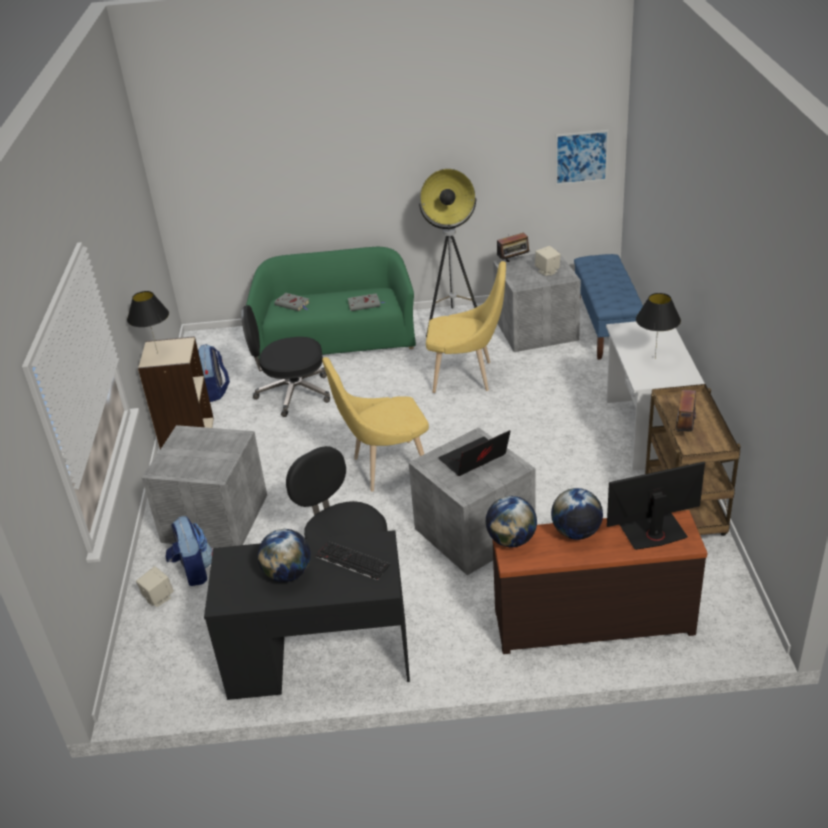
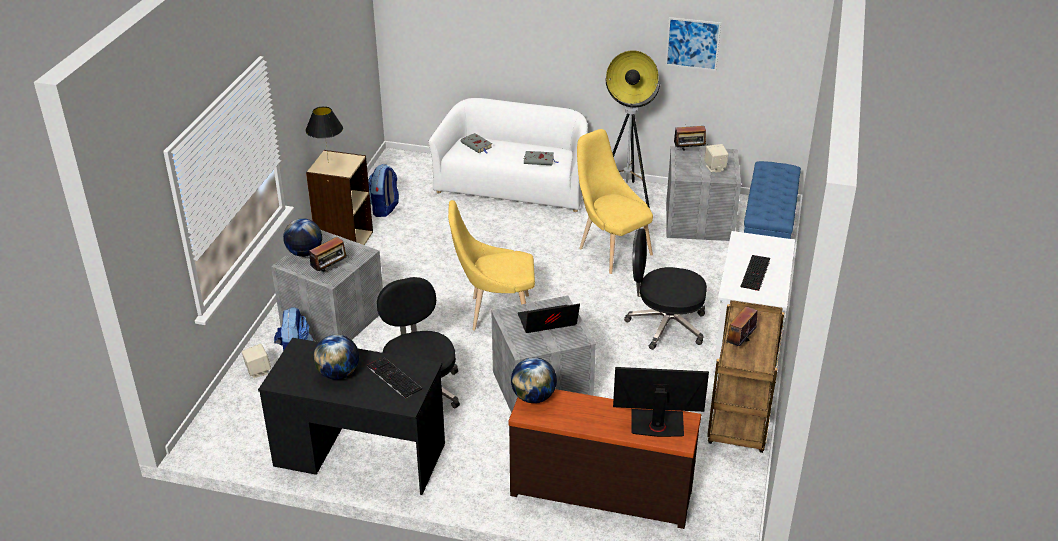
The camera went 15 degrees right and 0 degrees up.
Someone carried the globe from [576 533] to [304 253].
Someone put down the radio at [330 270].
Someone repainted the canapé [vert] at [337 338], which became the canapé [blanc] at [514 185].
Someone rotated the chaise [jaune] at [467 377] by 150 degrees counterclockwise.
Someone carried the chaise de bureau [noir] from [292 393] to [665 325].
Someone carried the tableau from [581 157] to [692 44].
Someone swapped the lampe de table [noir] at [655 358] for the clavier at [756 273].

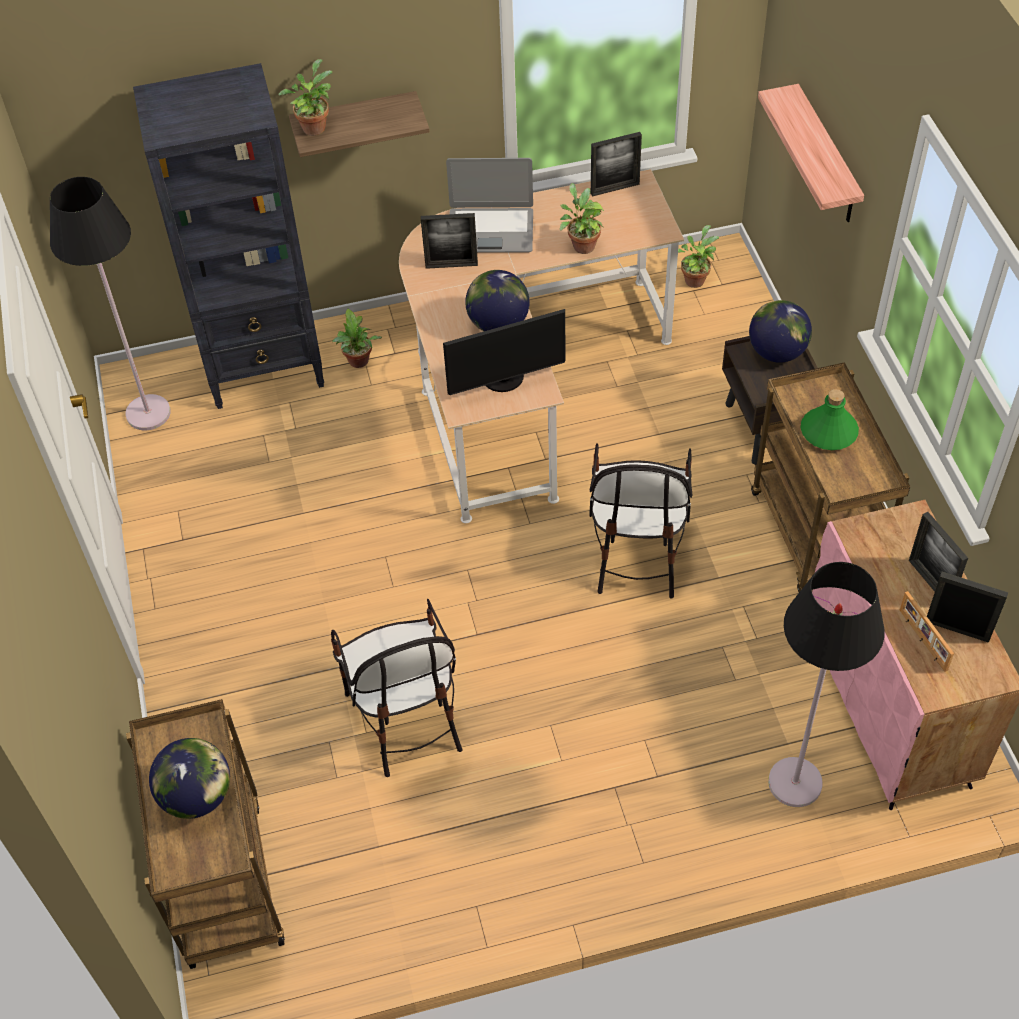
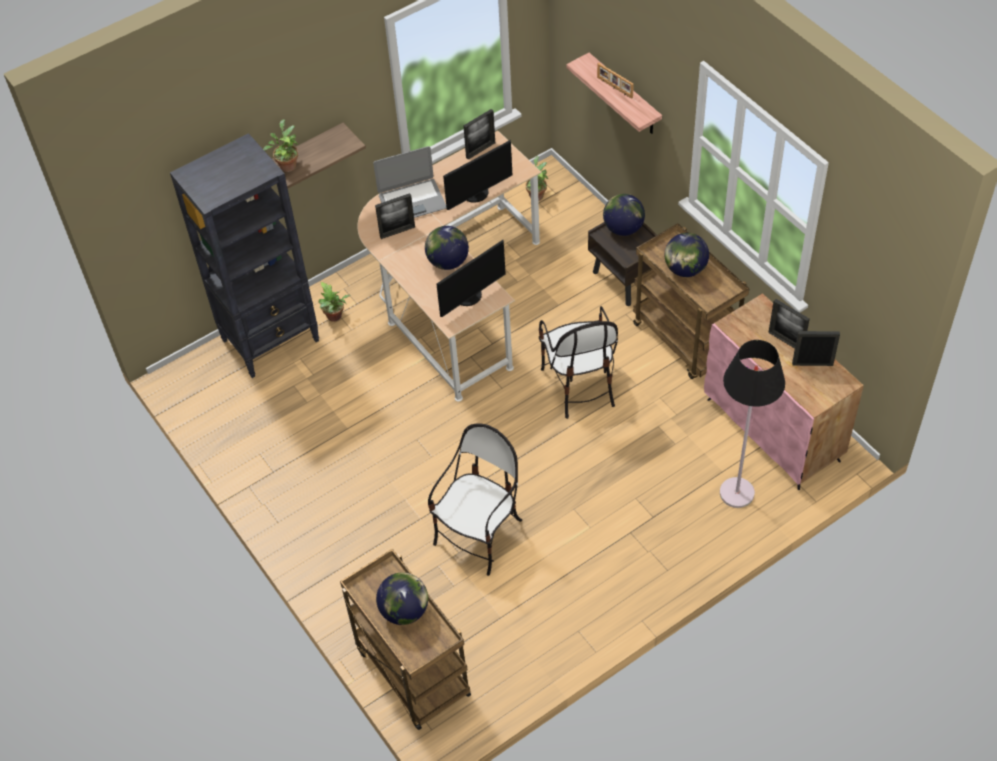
The camera went 20 degrees left and 0 degrees up.
Someone rotated the chaise at [405 718] by 105 degrees counterclockwise.
Someone swapped the plante en pot at [581 245] for the écran d'ordinateur at [477 194].
Someone carried the cadre photo from [922 640] to [614 88].
Someone swapped the bouteille [vert] at [828 431] for the globe at [685 269].
Someone took away the lampadaire [noir] at [148 413].

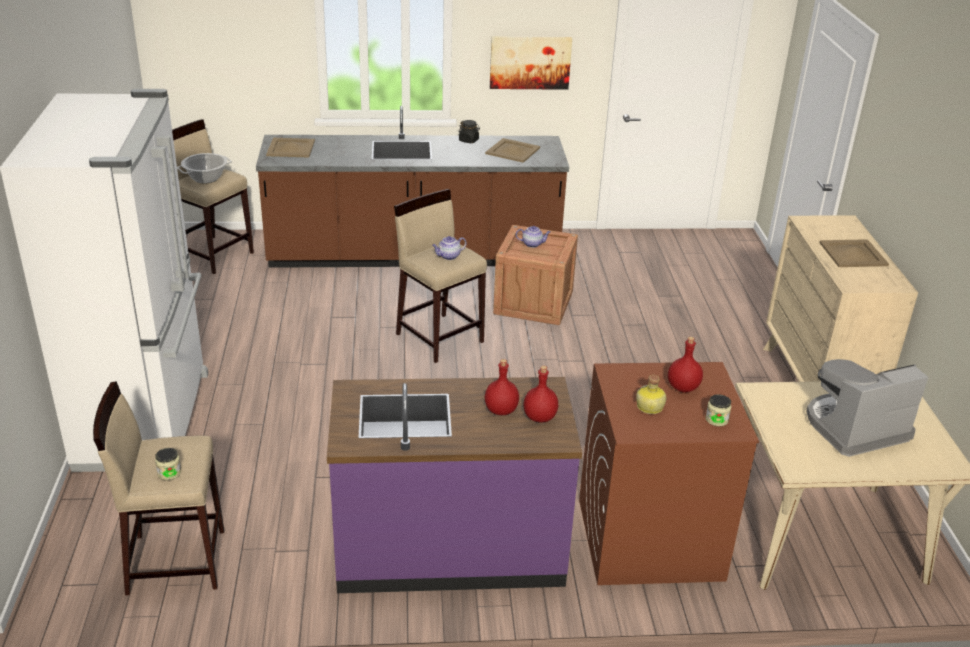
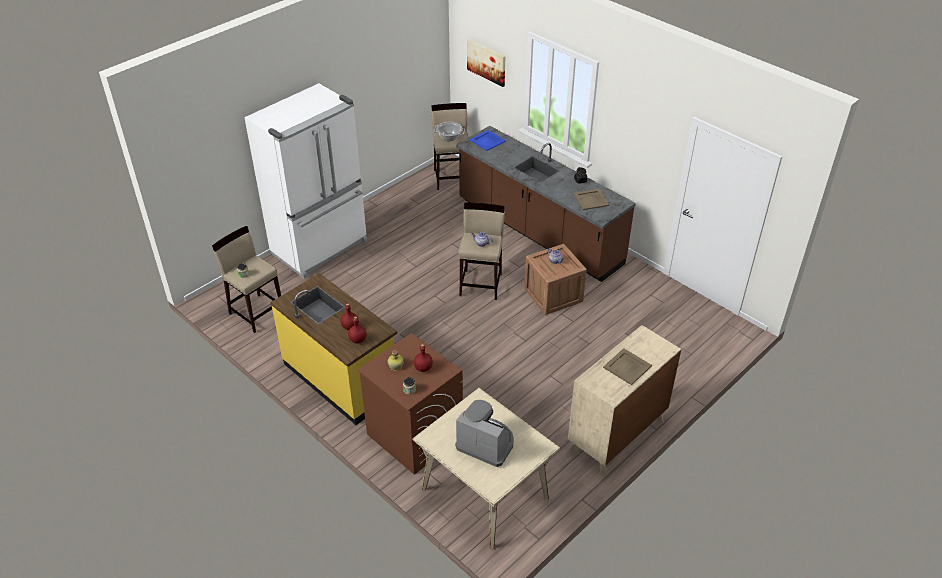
The camera went 50 degrees right and 10 degrees up.
Someone repainted the comptoir de cuisine [violet] at [449 548], which became the comptoir de cuisine [jaune] at [341 378].
Someone carried the tableau from [530 62] to [486 62].
Someone repainted the plateau [beige] at [290 148], which became the plateau [bleu] at [487 140].

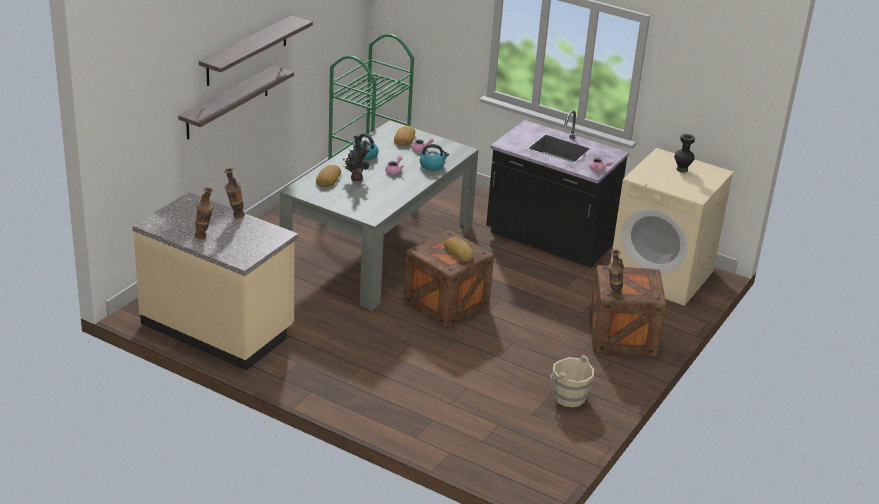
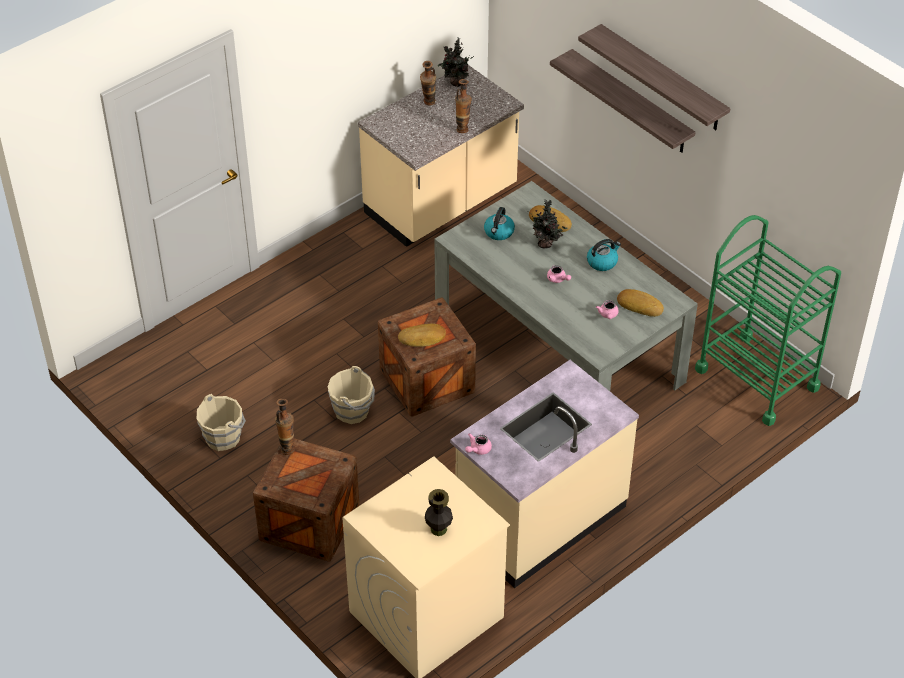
The camera went 110 degrees right and 15 degrees up.
Someone put down the seau [beige] at [353 411].
Someone put down the plante en pot at [455 83].
Someone repainted the comptoir de cuisine [noir] at [548 241], which became the comptoir de cuisine [beige] at [539 518].
Someone carried the bouilloire from [432 166] to [499 232].

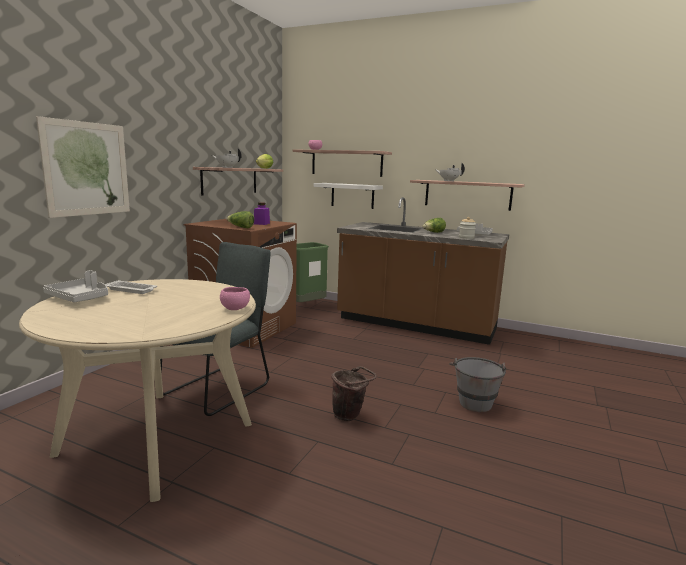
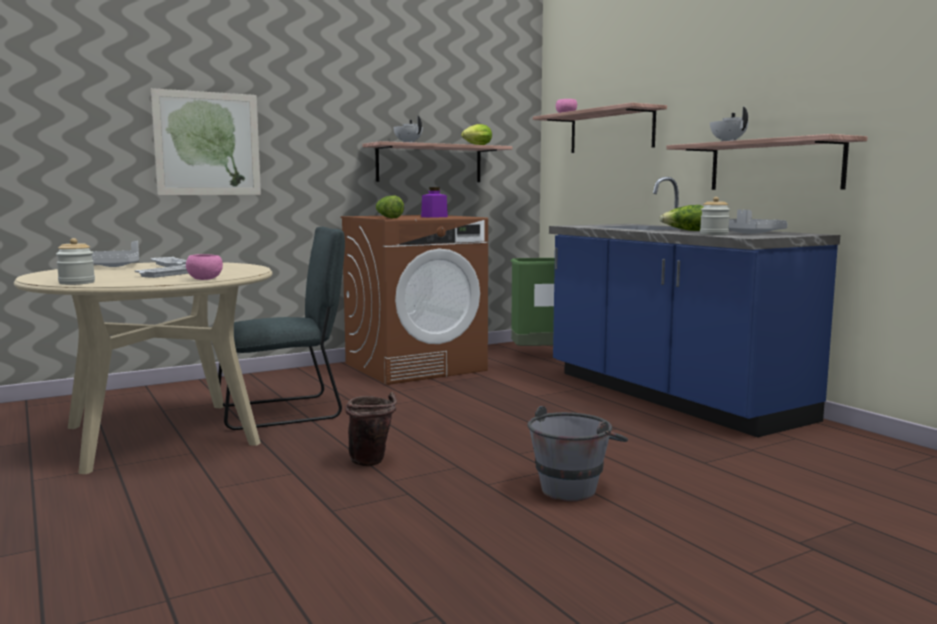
The camera went 35 degrees right and 5 degrees down.
Someone put down the bocal at [77 283].
Someone put down the plateau [blanc] at [167 274].
Someone repainted the comptoir de cuisine [marron] at [415 324], which became the comptoir de cuisine [bleu] at [670 396].
Someone took away the étagère [blanc] at [352 195].

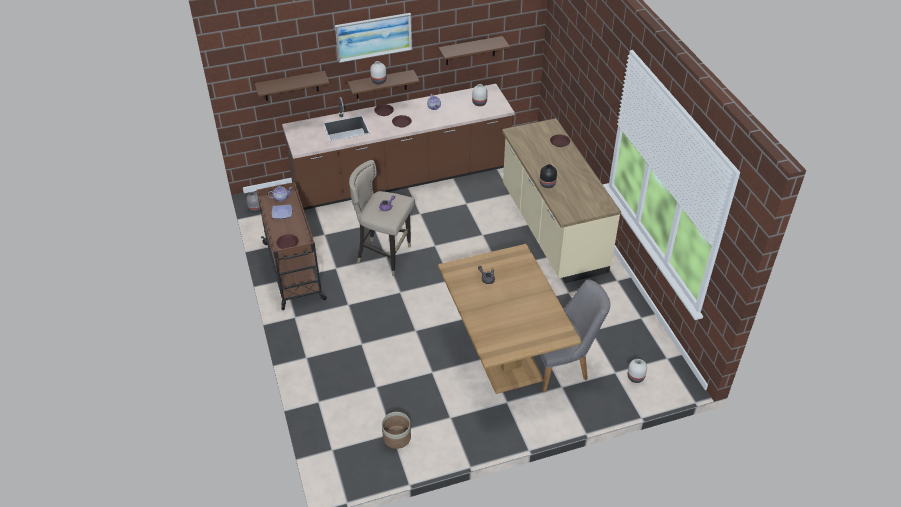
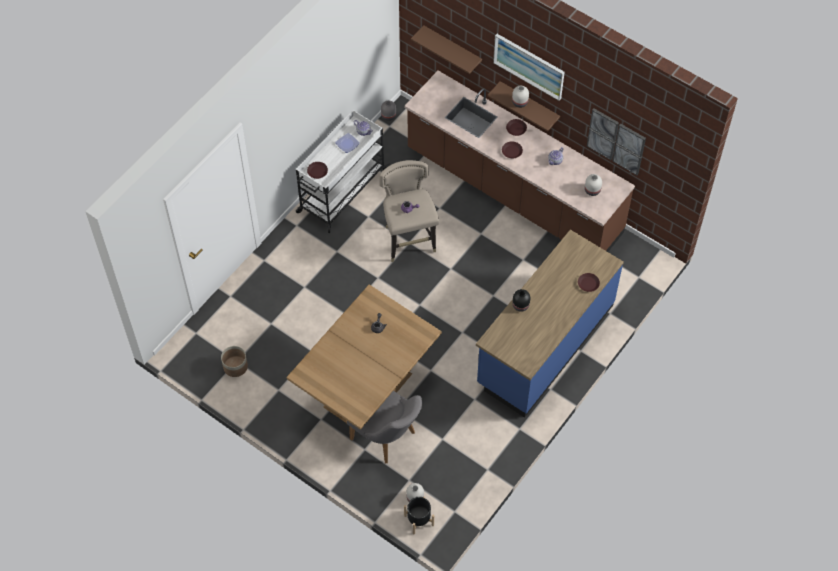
The camera went 55 degrees right and 15 degrees up.
Someone repainted the chariot [marron] at [294 272], which became the chariot [blanc] at [341 192].
Someone put down the cache-pot [noir] at [419 520].
Someone repainted the comptoir de cuisine [beige] at [552 229], which became the comptoir de cuisine [bleu] at [544 344].
Someone swapped the étagère [marron] at [470 50] for the tableau at [616 141].

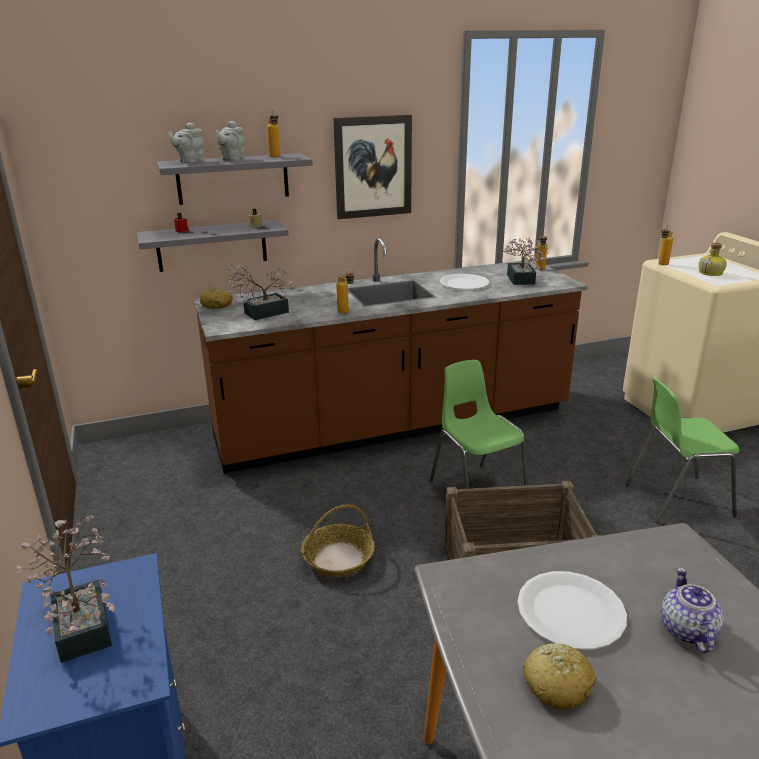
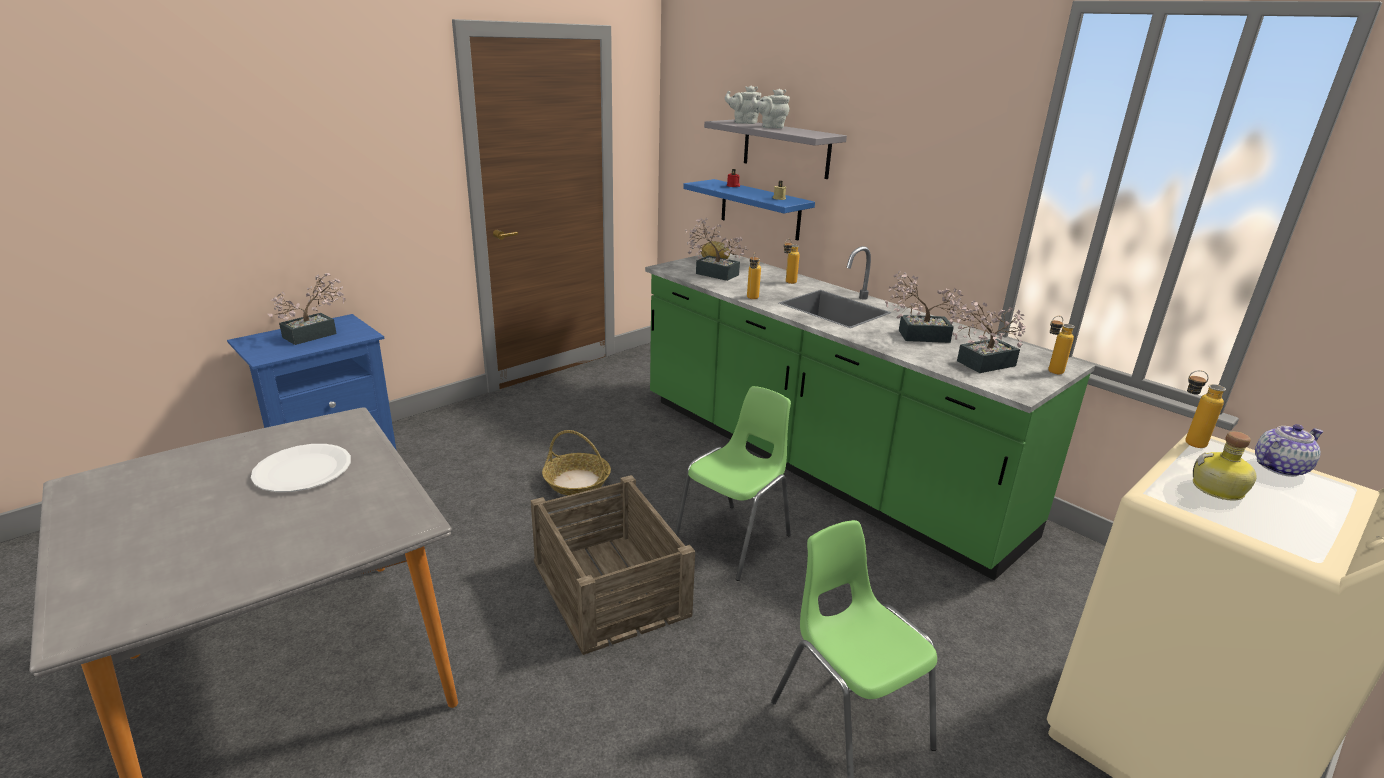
The camera went 65 degrees right and 0 degrees up.
Someone repainted the comptoir de cuisine [marron] at [393 425], which became the comptoir de cuisine [vert] at [818 464].
Someone repainted the étagère [gris] at [212 246], which became the étagère [bleu] at [760 209].
Someone carried the bouteille from [275 157] to [788 283].
Someone swapped the assiette [blanc] at [464 283] for the plante en pot at [917 335].
Someone carried the théière from [687 631] to [1278 467].
Someone took away the tableau at [373 167].
Someone took away the pain at [557 685].

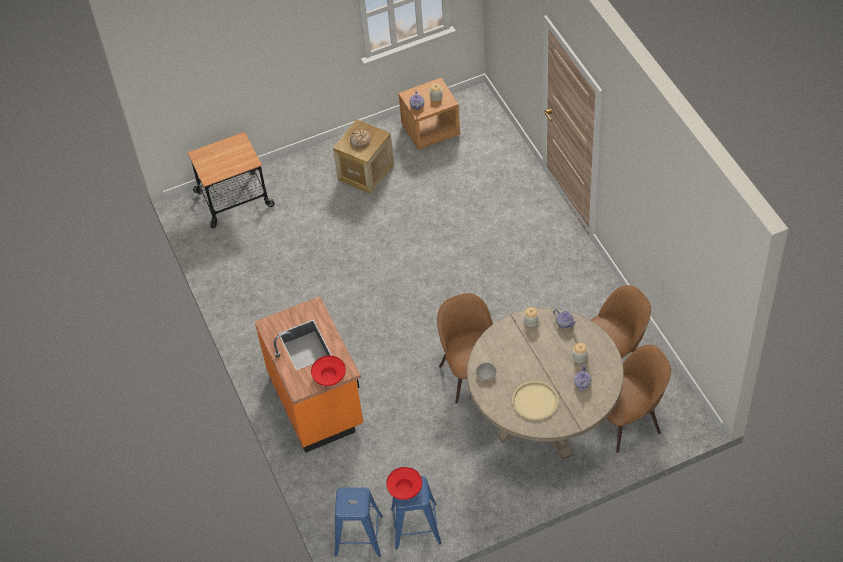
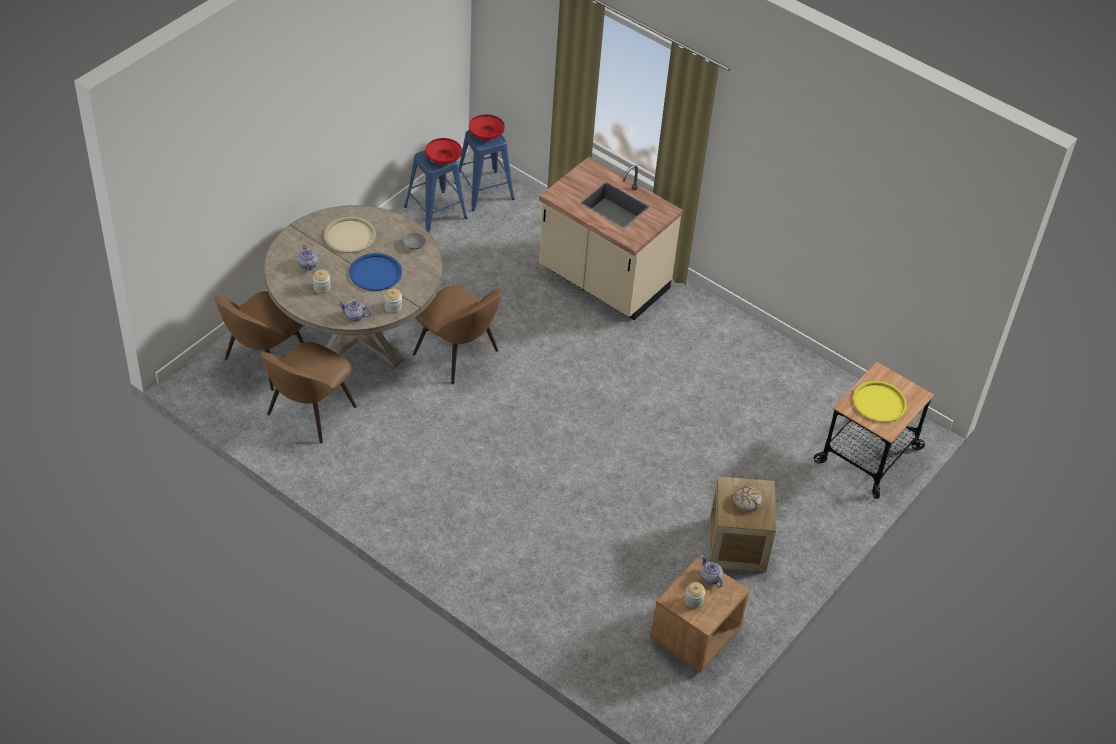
The camera went 145 degrees right and 5 degrees down.
Someone put down the plateau [bleu] at [375 273].
Someone carried the bol [rouge] from [329 376] to [486 134].
Someone repainted the comptoir de cuisine [orange] at [317 401], which became the comptoir de cuisine [beige] at [603 281].
Someone put down the plateau [jaune] at [879 402].

